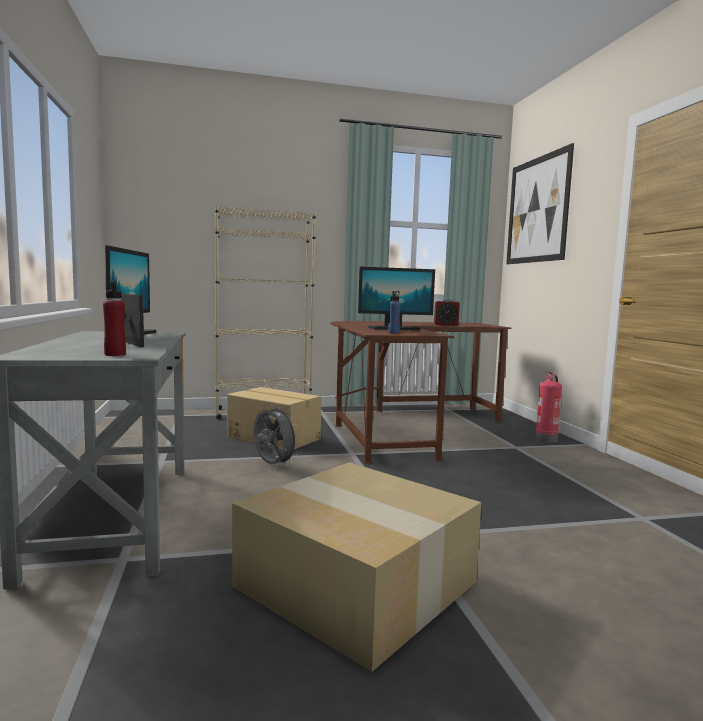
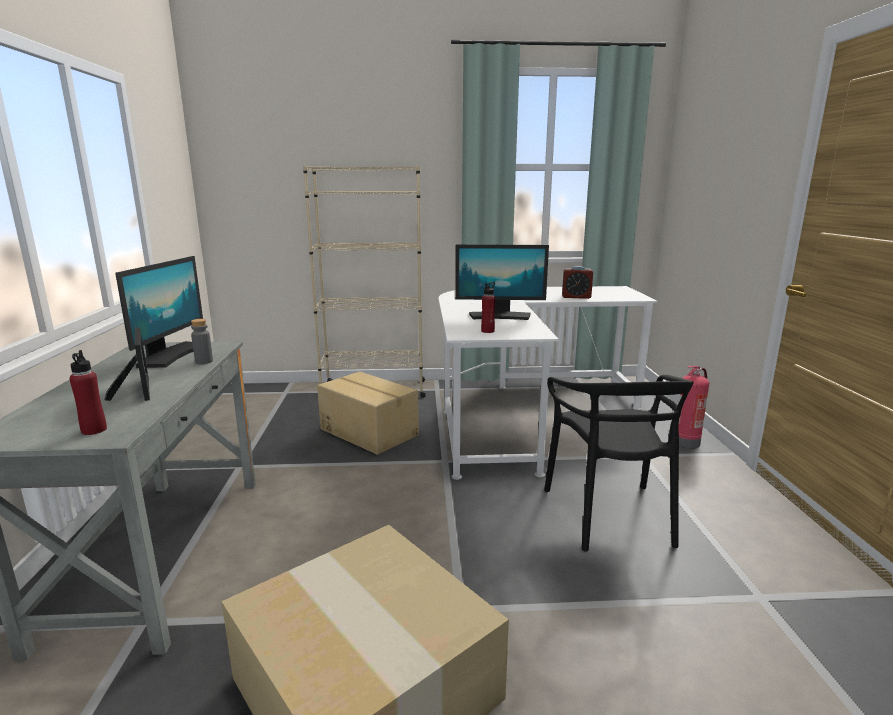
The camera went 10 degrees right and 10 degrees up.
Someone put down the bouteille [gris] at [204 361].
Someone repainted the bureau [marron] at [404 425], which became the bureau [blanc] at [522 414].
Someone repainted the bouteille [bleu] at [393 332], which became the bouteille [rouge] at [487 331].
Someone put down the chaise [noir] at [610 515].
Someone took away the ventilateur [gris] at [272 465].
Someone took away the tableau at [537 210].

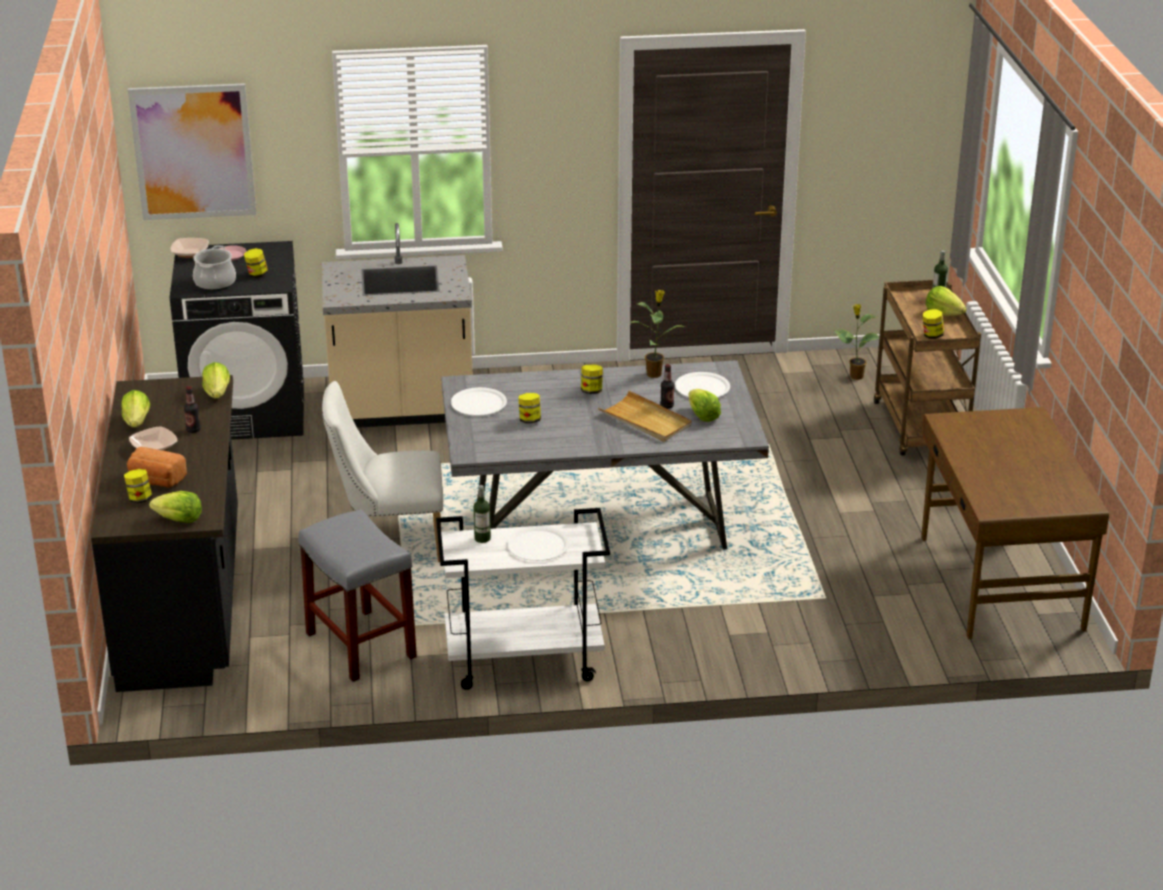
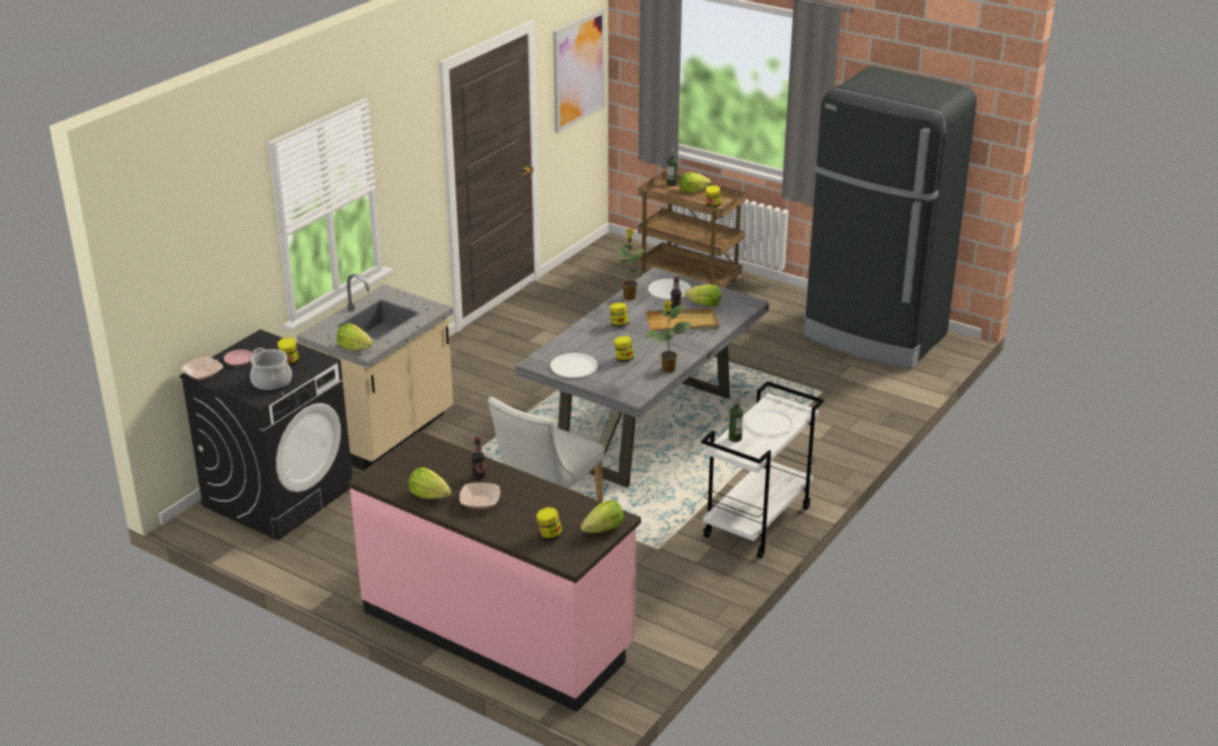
The camera went 50 degrees left and 0 degrees up.
Someone carried the laitue from [217 394] to [355 348].
Someone repainted the comptoir de cuisine [noir] at [184 600], which became the comptoir de cuisine [rose] at [498 630].
Someone carried the tableau from [193 151] to [578 70].
Someone carried the plante en pot from [855 376] to [668 370].
Someone swapped the bureau [marron] at [999 583] for the réfrigérateur [noir] at [875 336].
Someone took away the pain at [156 480].
Someone took away the tabouret [gris] at [359 645].

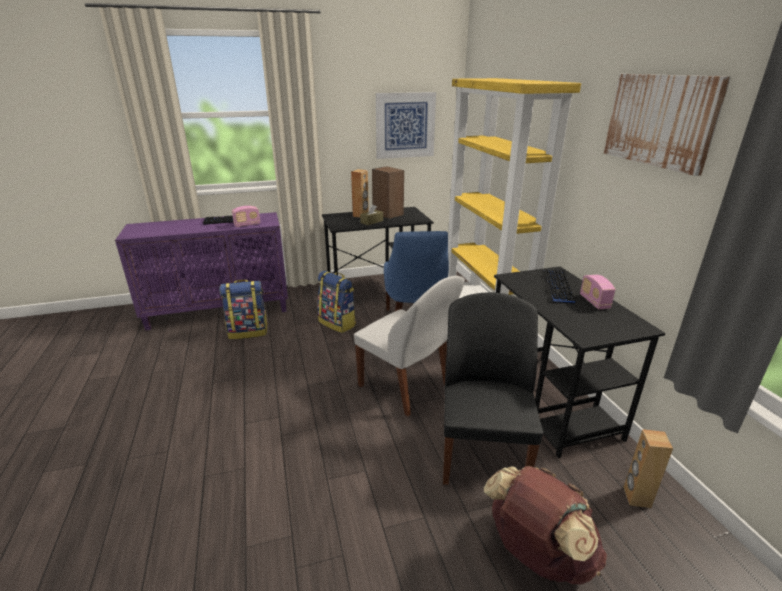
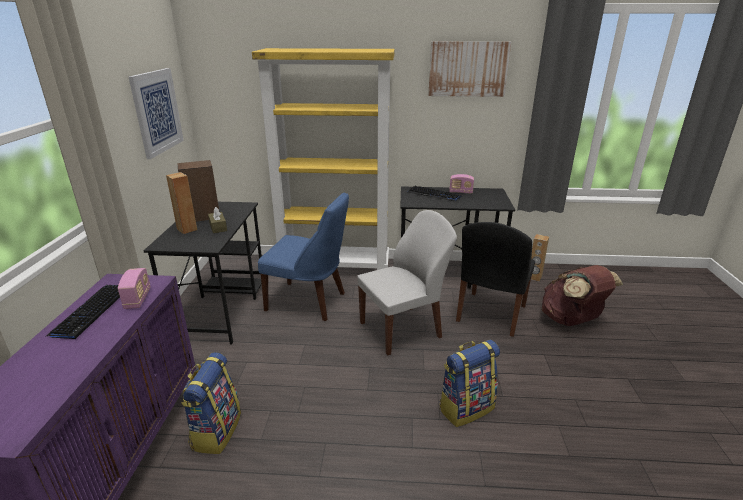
The camera went 70 degrees left and 0 degrees up.
Someone carried the sac à dos from [338 323] to [466 407].
Someone rotated the chaise [noir] at [483 453] by 90 degrees counterclockwise.

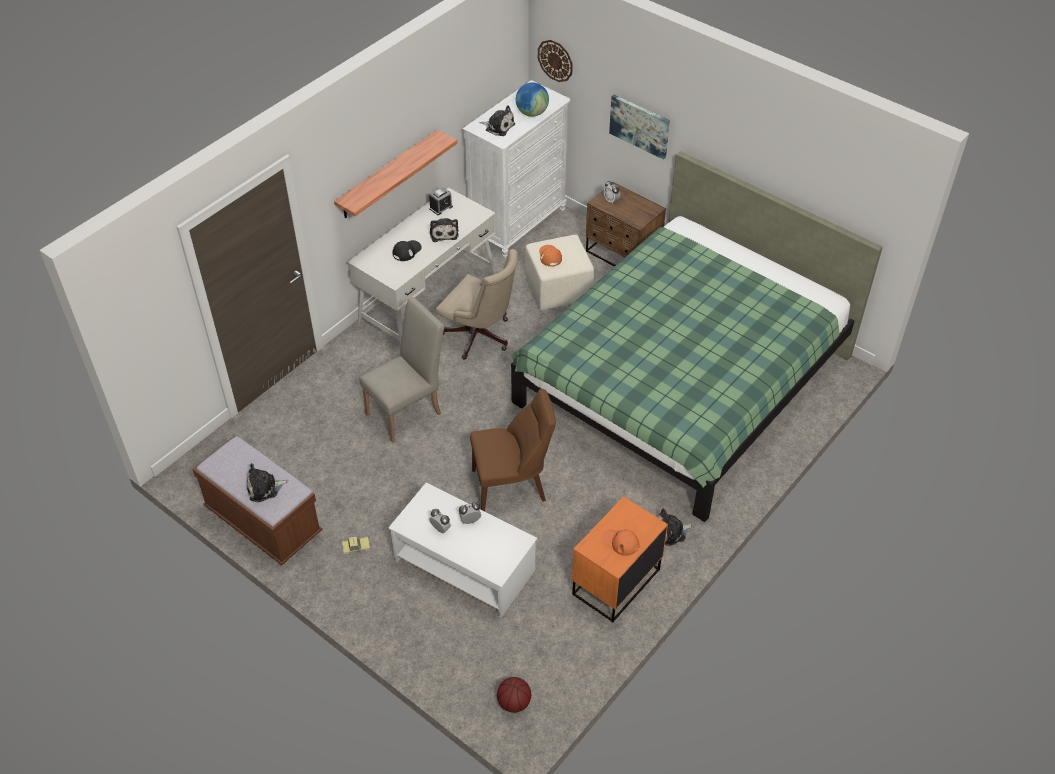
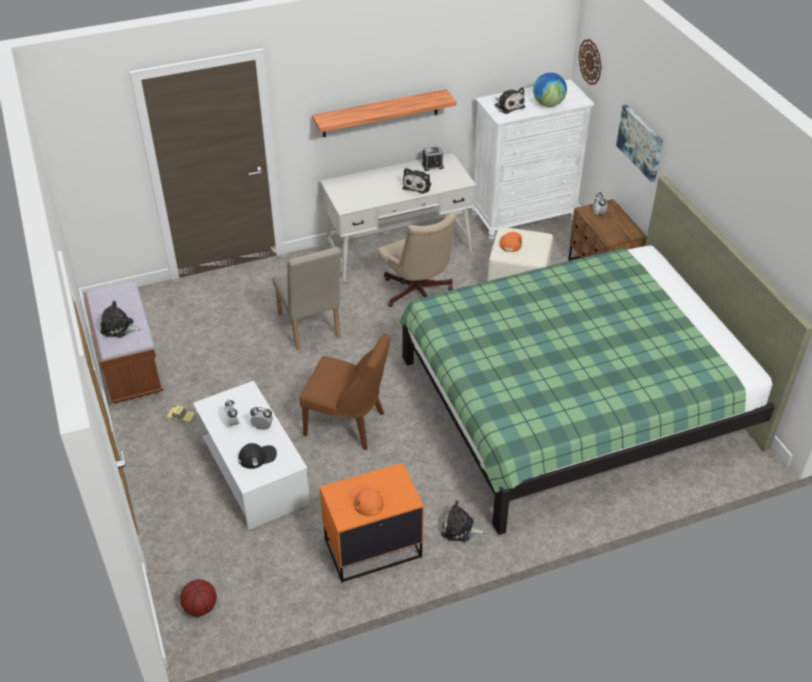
The camera went 30 degrees right and 5 degrees down.
Someone carried the casquette [noir] from [406 251] to [257 456].
Someone rotated the chaise [beige] at [408 411] by 75 degrees clockwise.

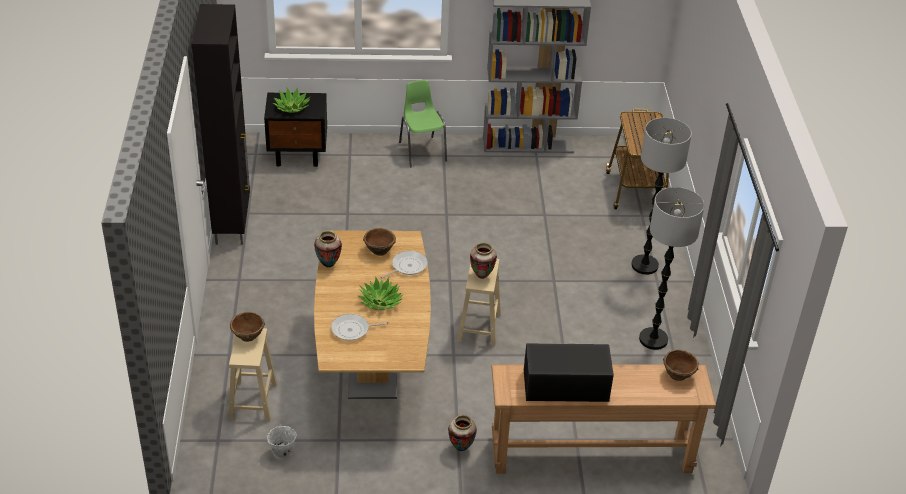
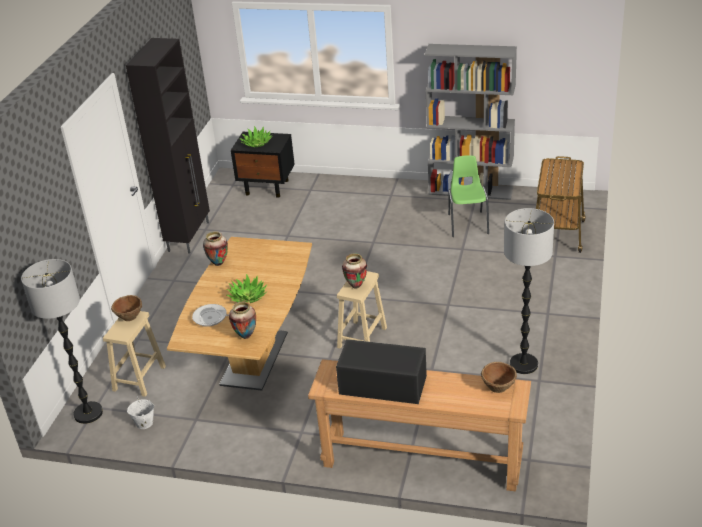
The camera went 20 degrees right and 5 degrees down.
Someone carried the lampadaire from [645 265] to [88 413].
Someone carried the vase from [461 448] to [245 336].
Someone carried the chaise [vert] from [422 151] to [468 224].
Someone took away the bol [marron] at [379 250].
Someone took away the poêle at [407 266].

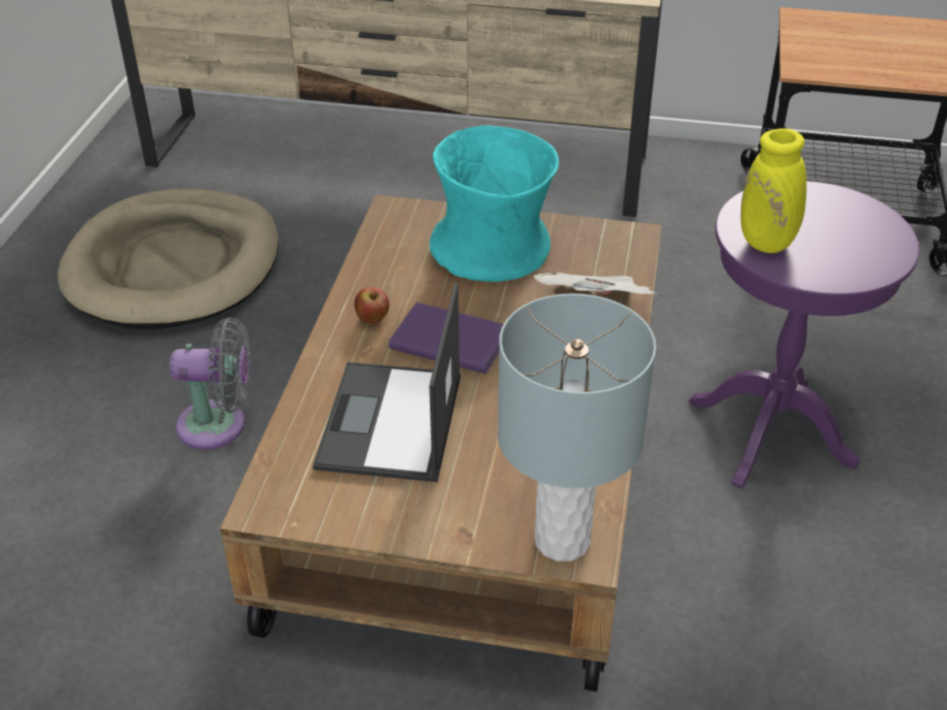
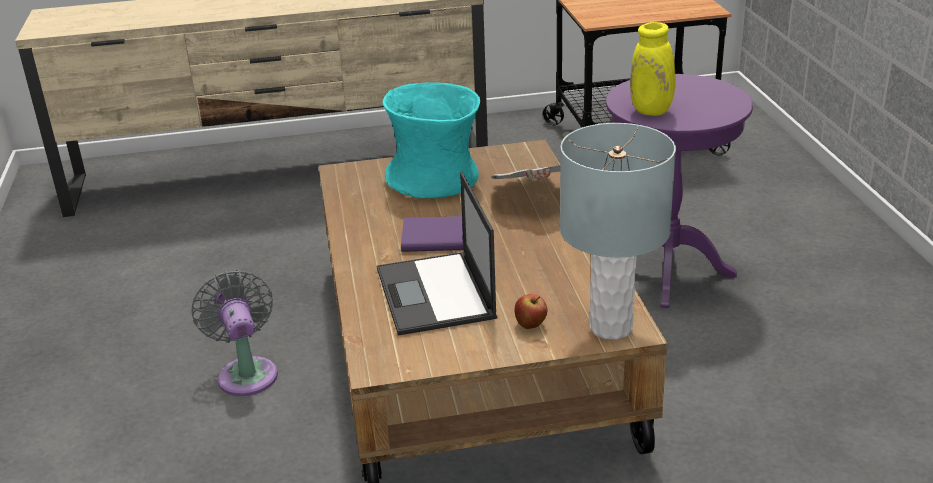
The camera went 20 degrees left and 10 degrees down.
Someone rotated the ventilateur [gris] at [219 425] by 90 degrees counterclockwise.
Someone carried the pomme from [372 320] to [531 325].
Someone took away the panier pour chien [beige] at [174 266].

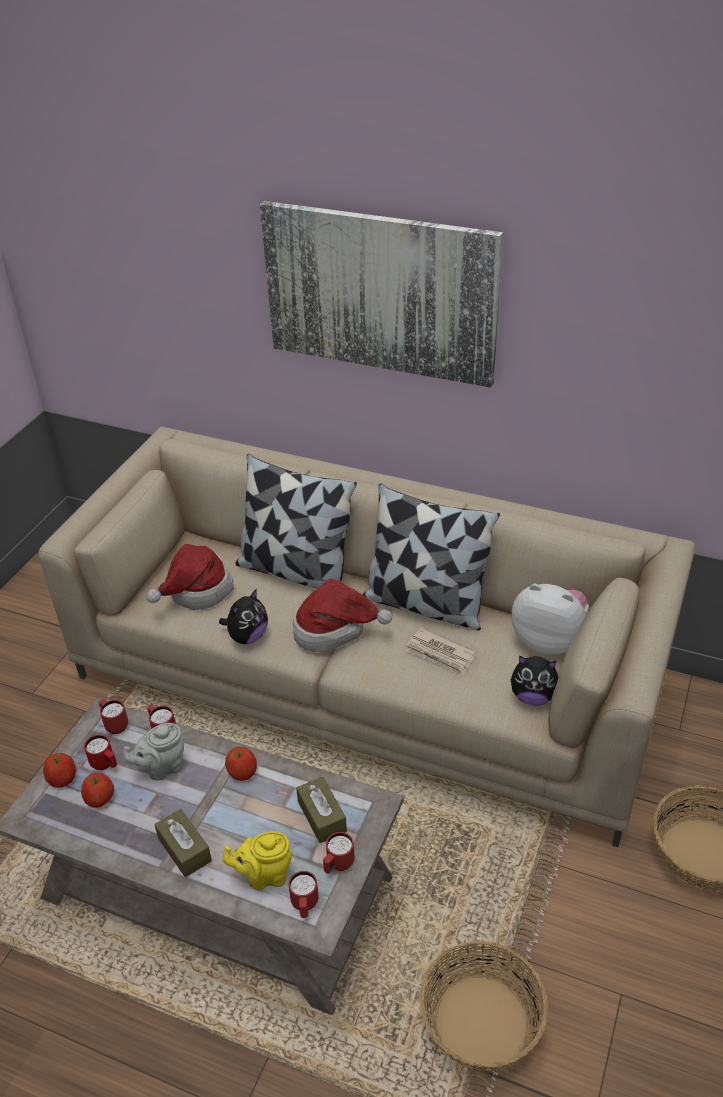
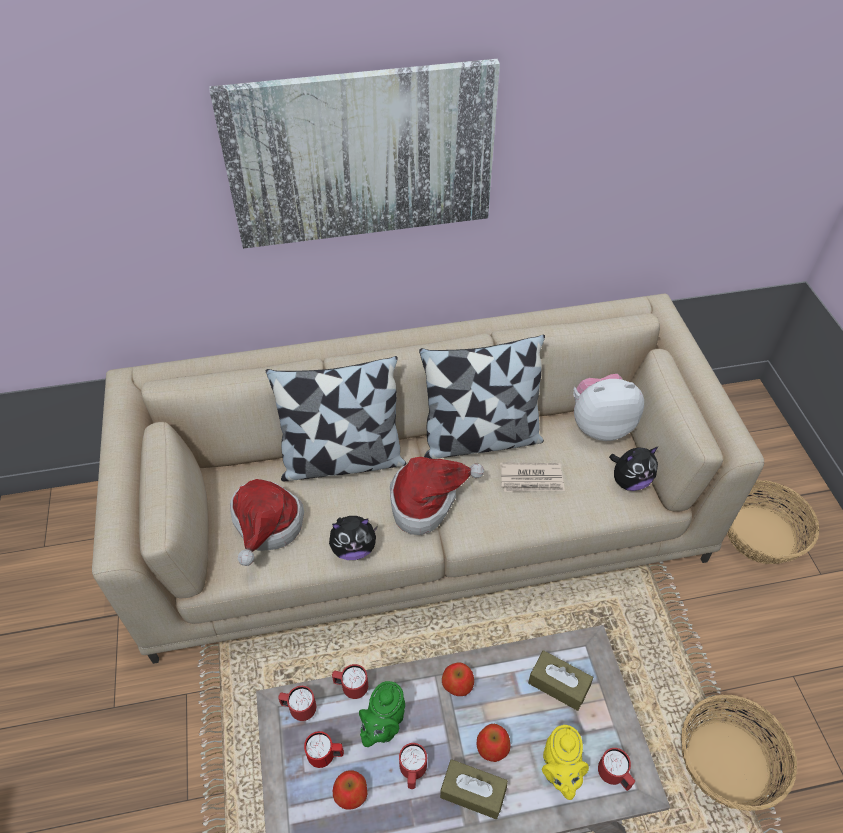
The camera went 35 degrees left and 10 degrees up.
Someone rotated the peluche at [247 636] by 75 degrees clockwise.
Someone repainted the théière [gris] at [162 768], which became the théière [vert] at [383 725].
Someone carried the mug [rouge] from [338 865] to [412 772].
Someone carried the pomme from [62 778] to [492 747].
Someone rotated the théière [jaune] at [264 875] by 45 degrees counterclockwise.

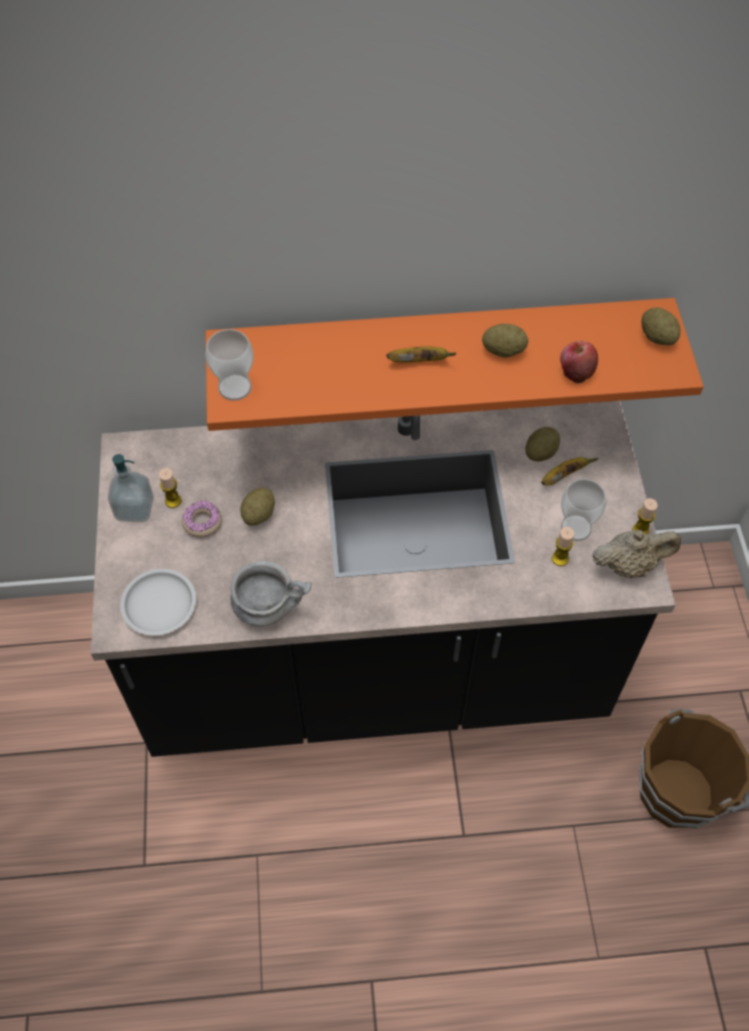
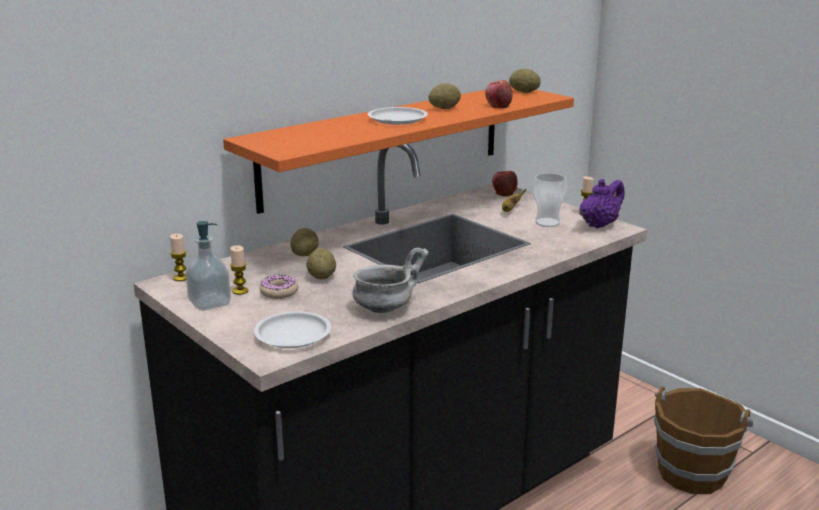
The camera went 35 degrees left and 35 degrees down.
Someone carried the bougie from [560 559] to [181 278].
Someone carried the pomme de terre from [540 453] to [304 255].
Someone swapped the banane at [419 361] for the assiette [blanc] at [397 119].
Someone put down the pomme at [504 193].
Someone repainted the théière [beige] at [629 565], which became the théière [violet] at [599 225].
Someone took away the tasse at [235 388].

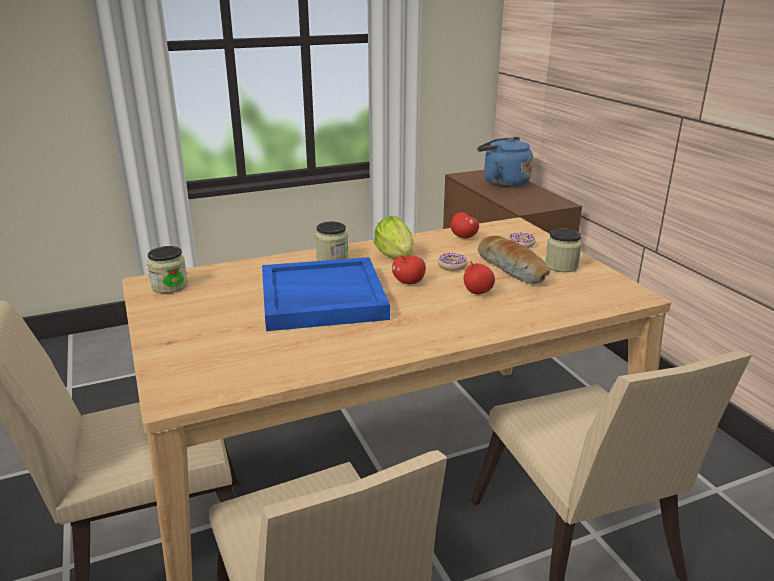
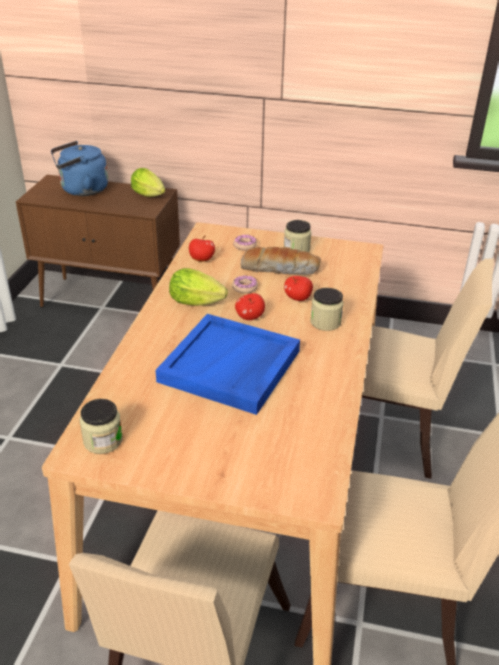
The camera went 55 degrees left and 10 degrees up.
Someone put down the laitue at [150 196].
Someone carried the bocal from [332 258] to [325 322].

